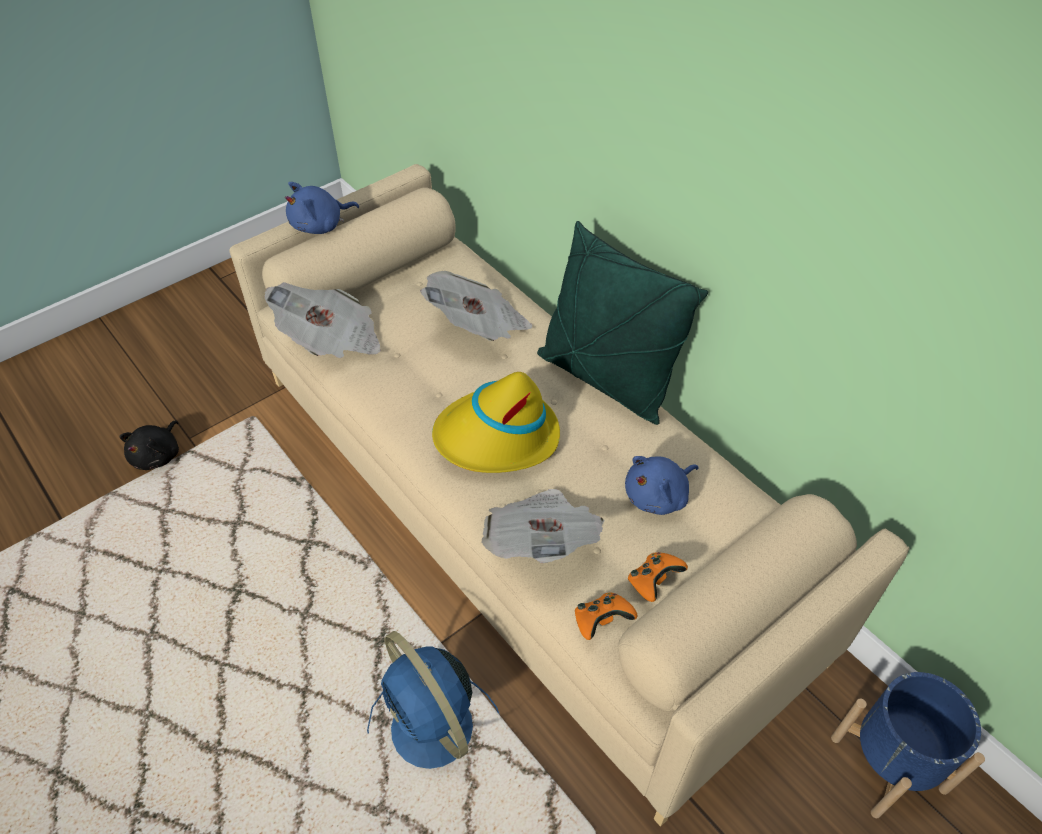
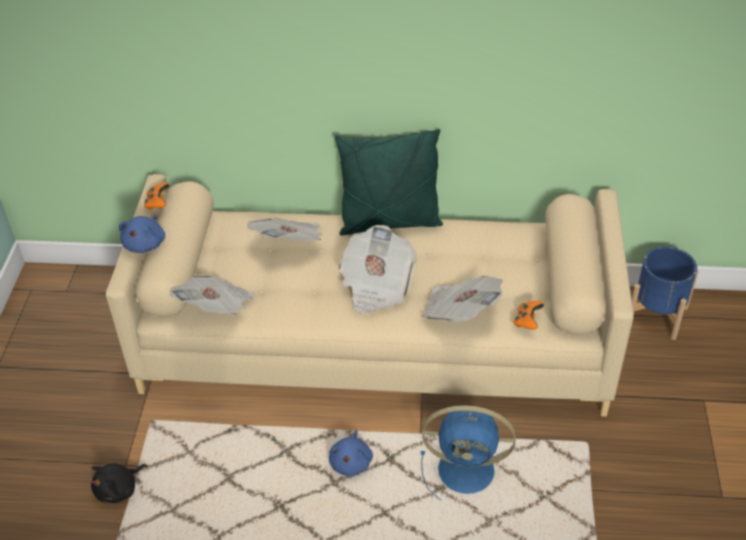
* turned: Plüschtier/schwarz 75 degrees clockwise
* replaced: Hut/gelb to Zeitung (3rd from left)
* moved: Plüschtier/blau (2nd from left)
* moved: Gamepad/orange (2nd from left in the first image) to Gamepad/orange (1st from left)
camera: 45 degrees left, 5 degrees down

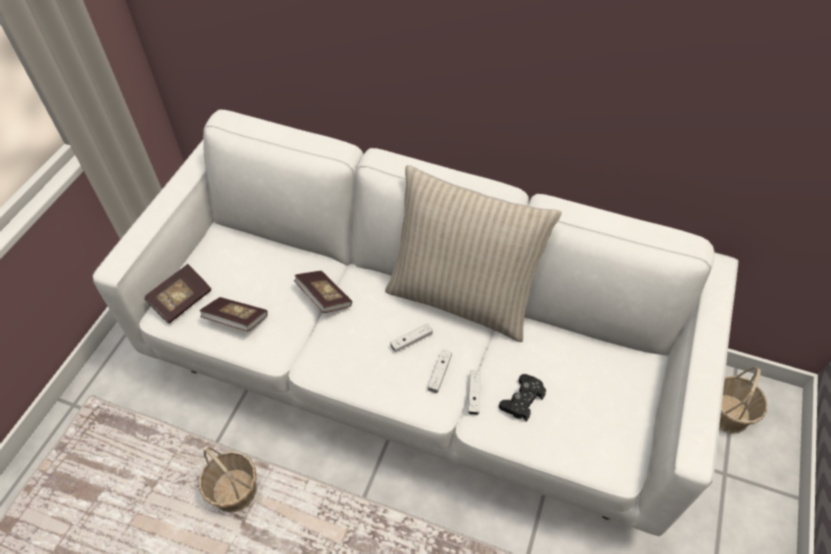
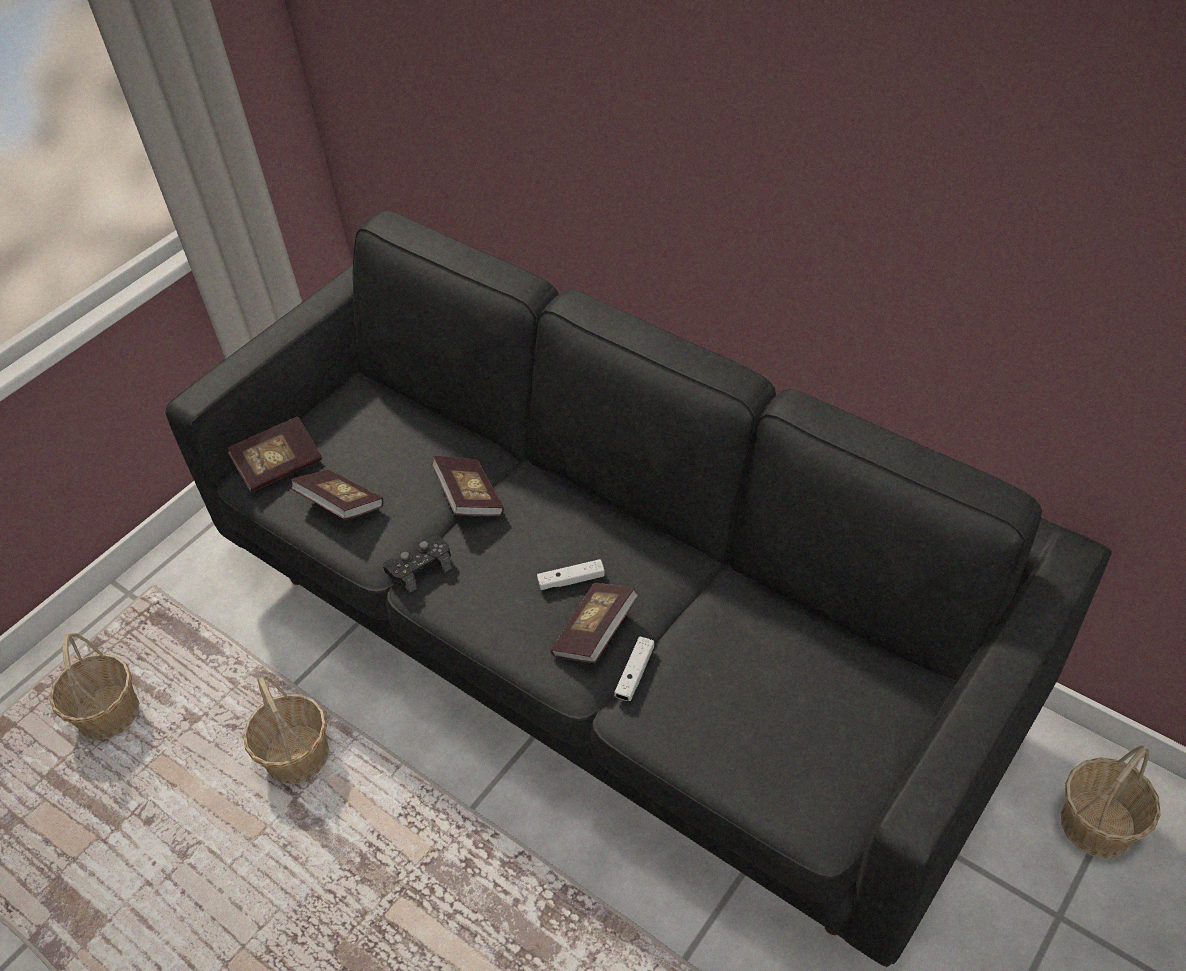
* recoloured: Sofa/weiß to Sofa/schwarz
* removed: Kissen/beige
* replaced: Gamepad/weiß (2nd from left) to Buch (4th from left)
* moved: Gamepad/schwarz
* added: Korb (1st from left)
camera: 20 degrees right, 5 degrees down

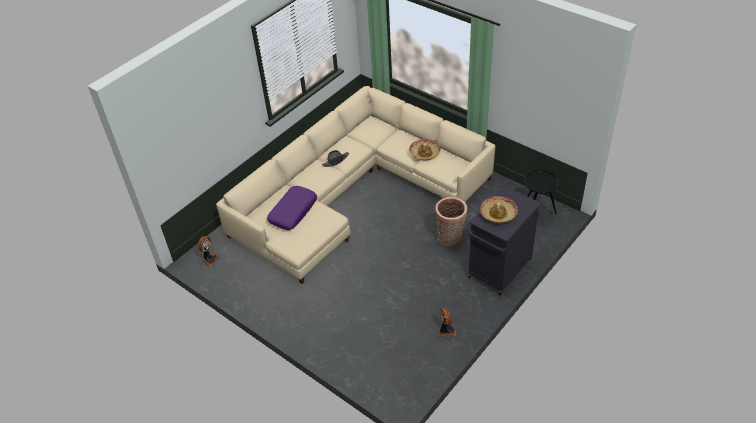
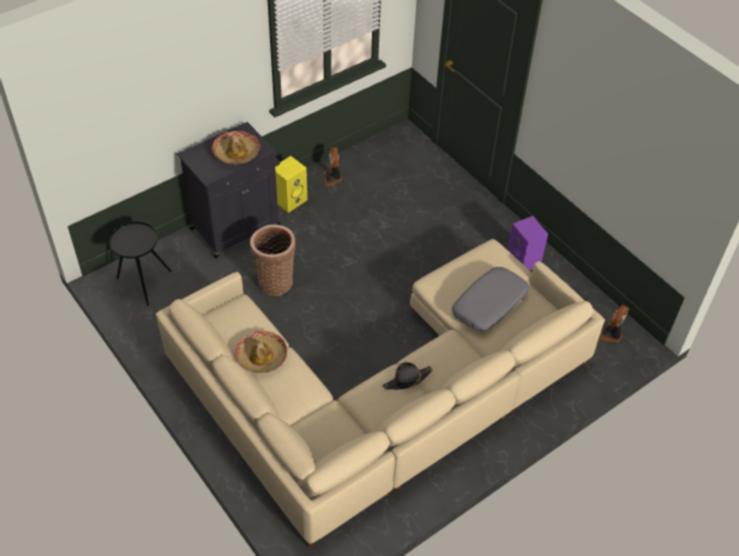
* recoloured: Kissen/lila to Kissen/grau
* added: Lautsprecher/gelb
* added: Lautsprecher/lila
camera: 170 degrees left, 5 degrees up

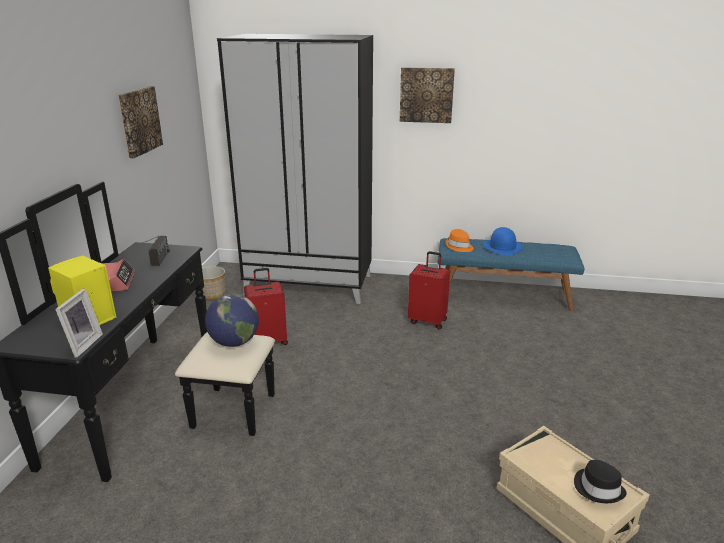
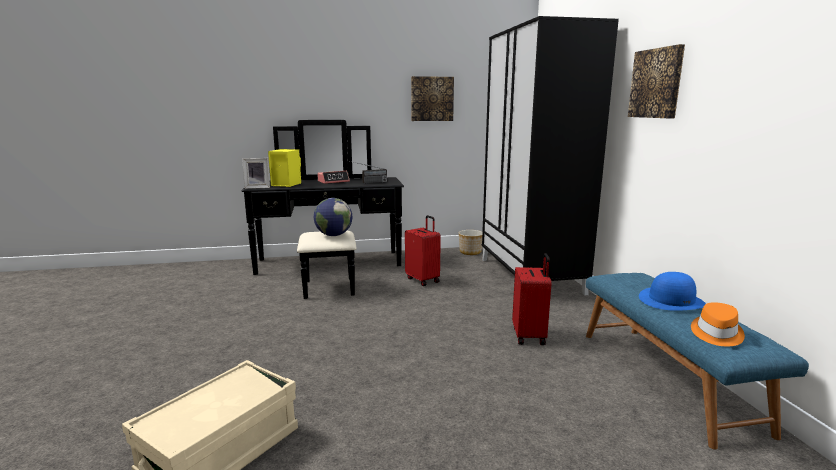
* moved: Hut/orange
* removed: Hut/schwarz
camera: 70 degrees right, 10 degrees down

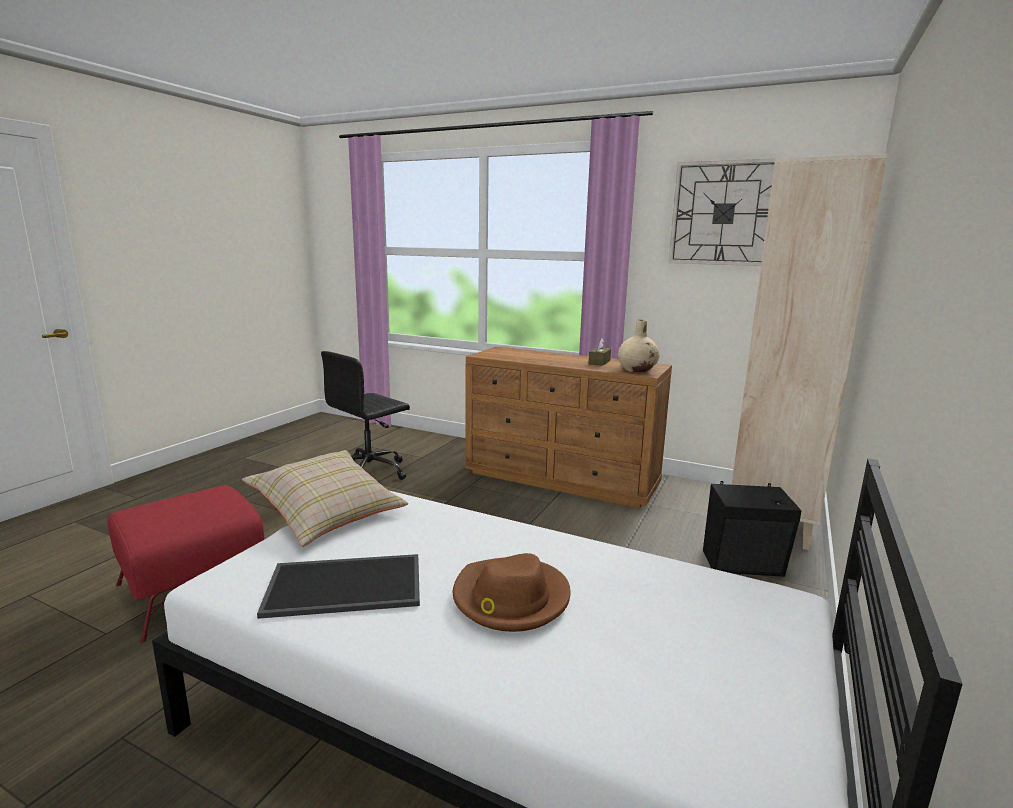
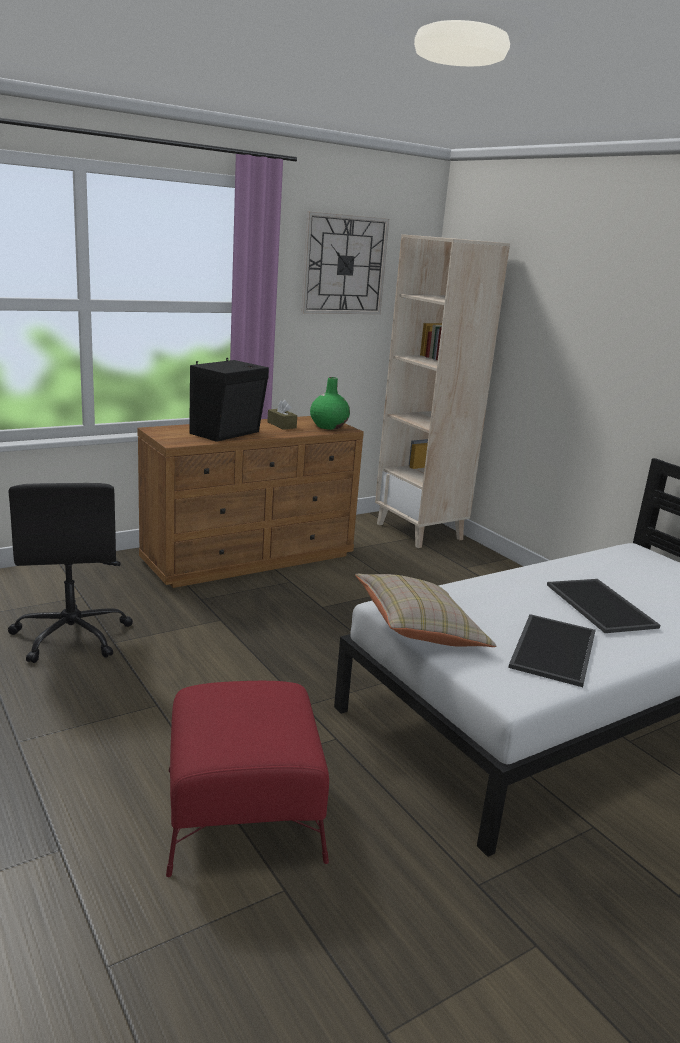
* replaced: Hut/braun to Tablett (2nd from left)
* recoloured: Vase/beige to Vase/grün
* moved: Lautsprecher/schwarz
camera: 60 degrees left, 5 degrees up

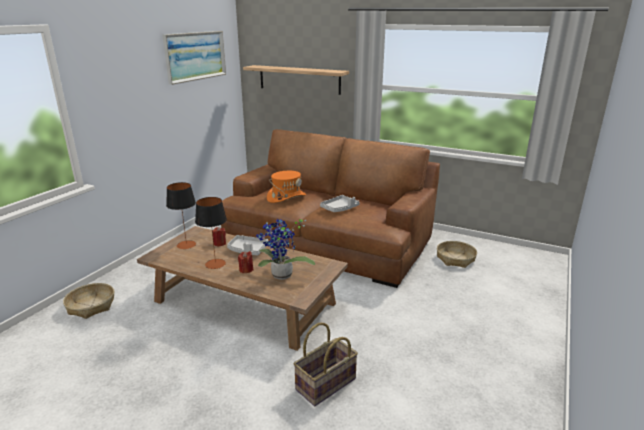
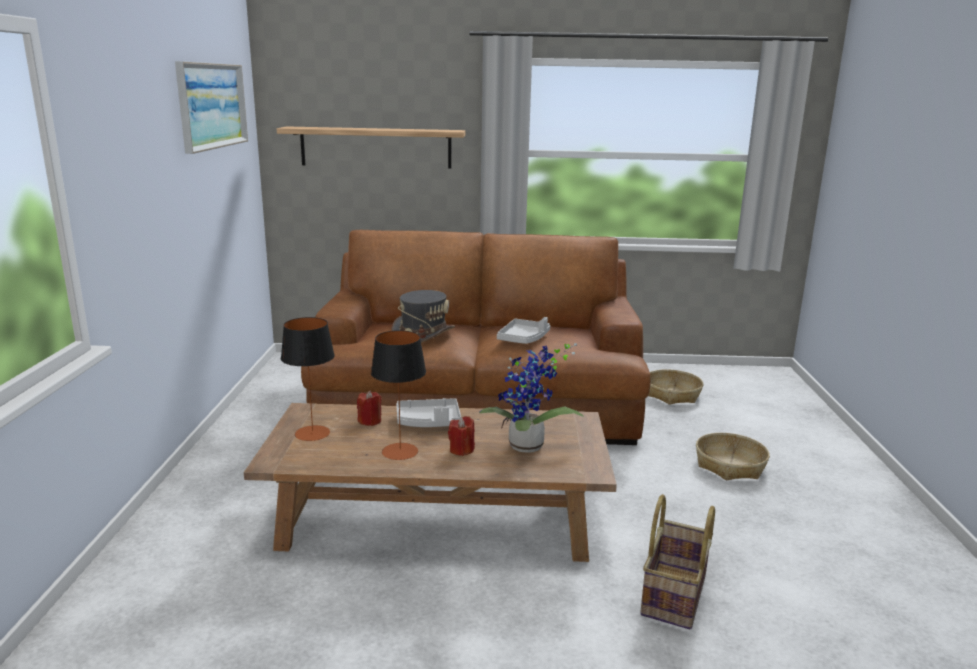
* moved: Korb (1st from left in the first image) to Korb (3rd from left)
* recoloured: Hut/orange to Hut/grau
camera: 25 degrees left, 5 degrees down

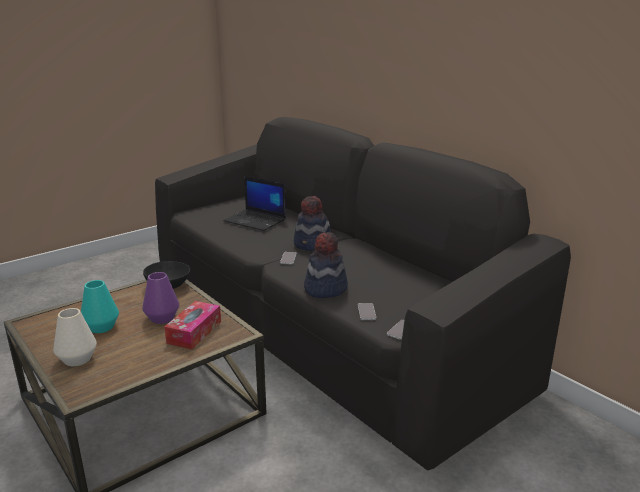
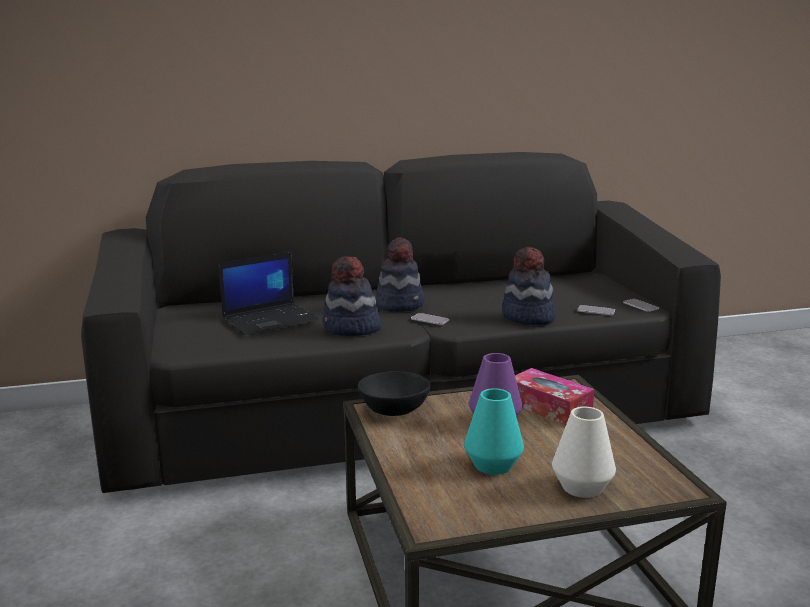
* added: Hut (1st from left)
camera: 65 degrees left, 5 degrees down

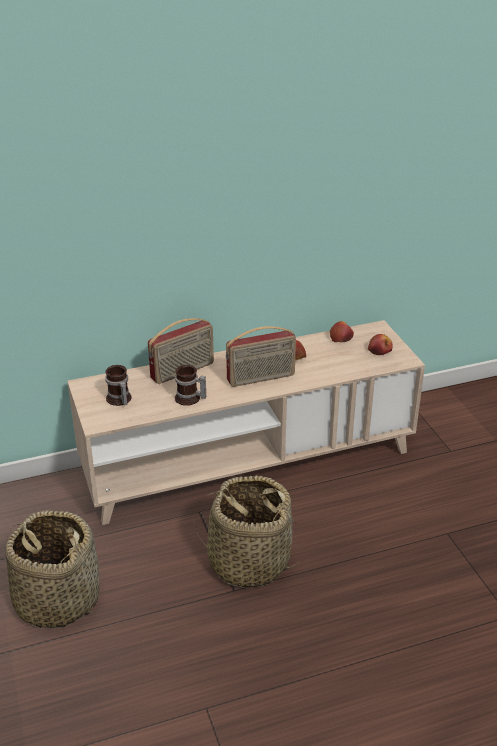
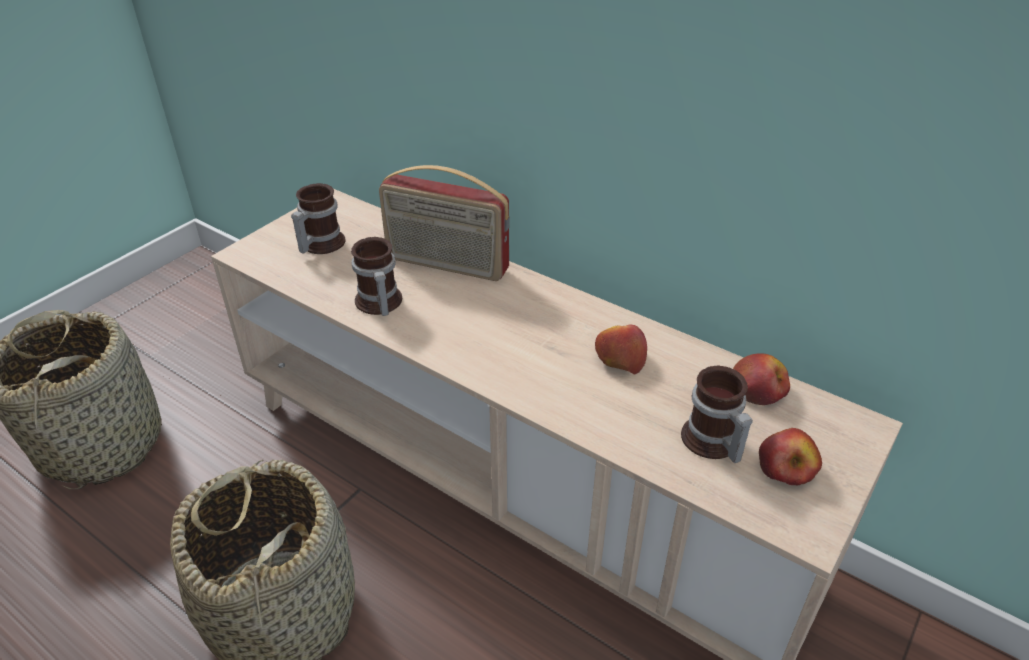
* removed: Radio (2nd from left)
* added: Henkelbecher (3rd from left)
camera: 55 degrees right, 5 degrees up

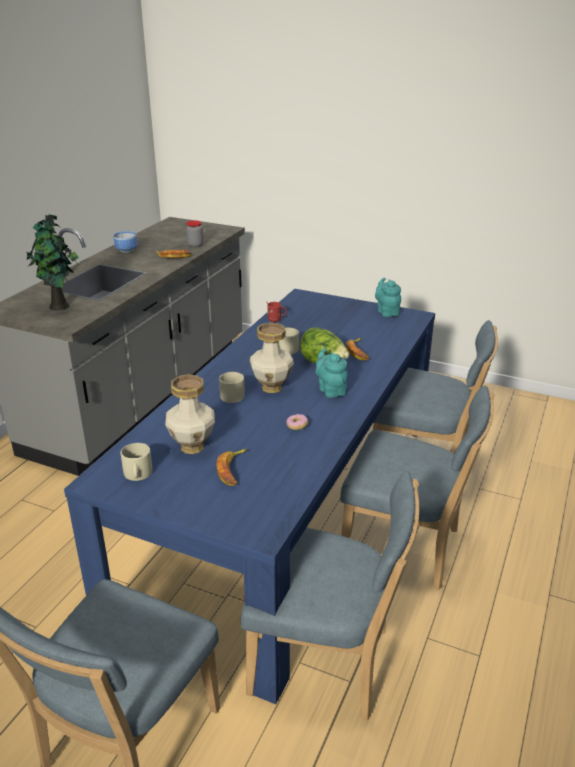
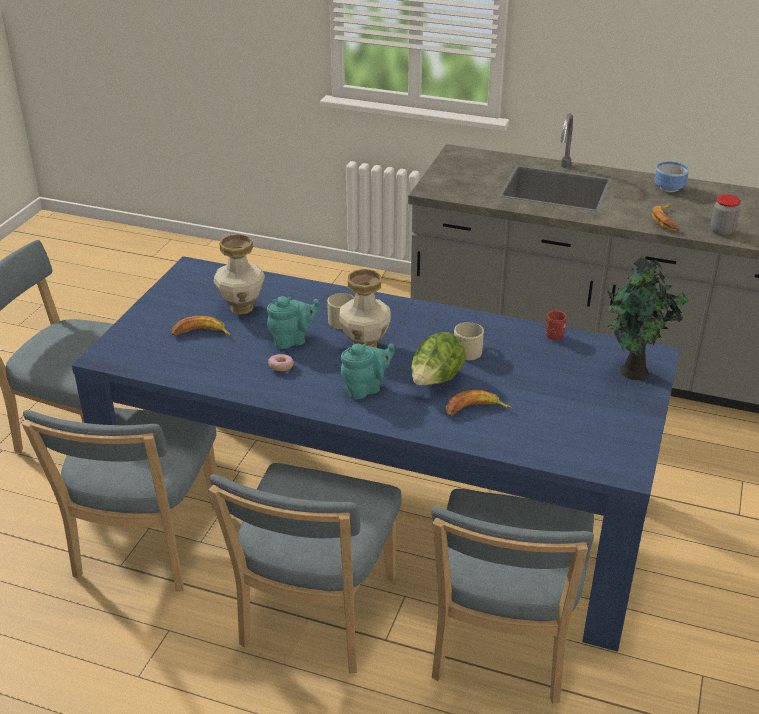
* moved: Topfpflanze
* removed: Henkelbecher/beige (1st from left)
* moved: Teekanne/türkis (2nd from left in the first image) to Teekanne/türkis (1st from left)
camera: 85 degrees right, 5 degrees up

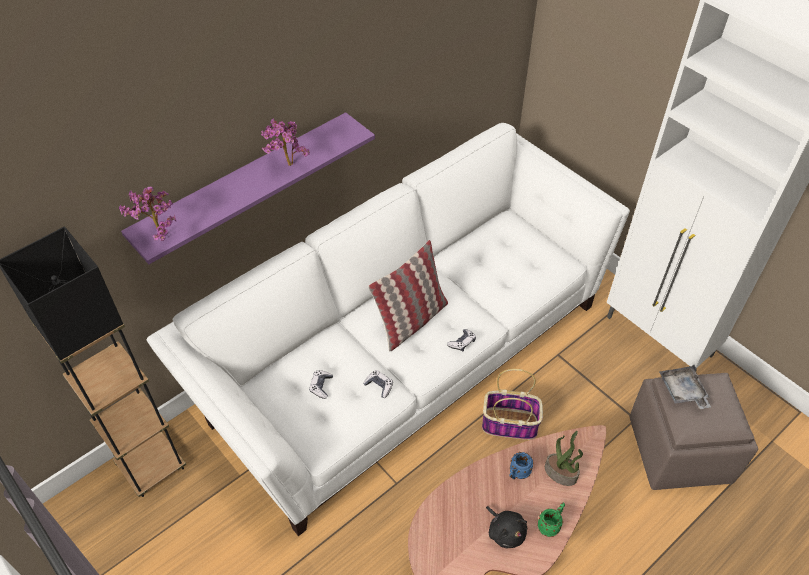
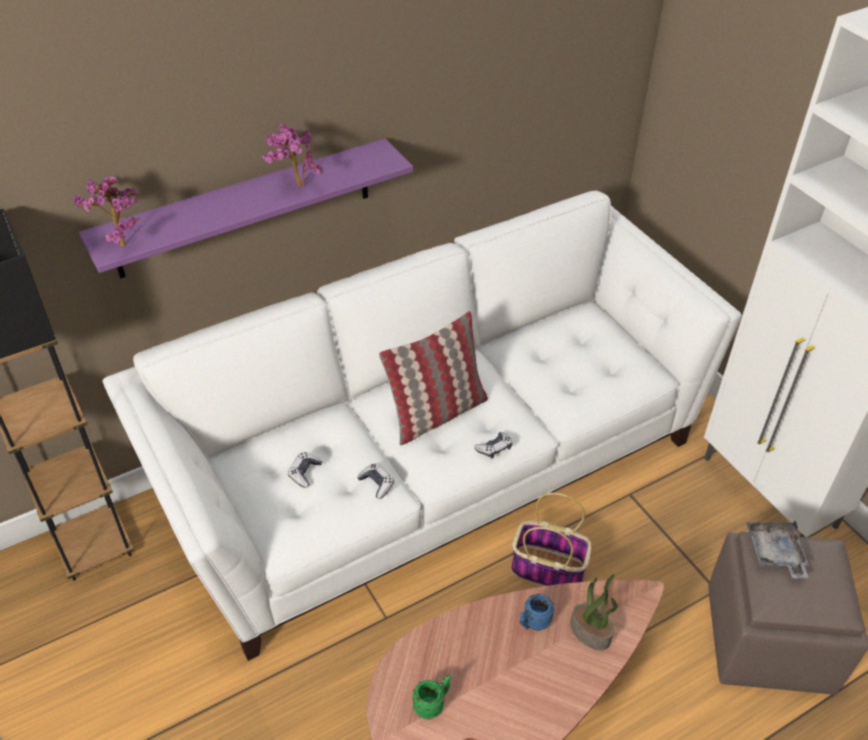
* removed: Plüschtier/schwarz
* moved: Henkelbecher/grün
camera: 10 degrees right, 5 degrees down

